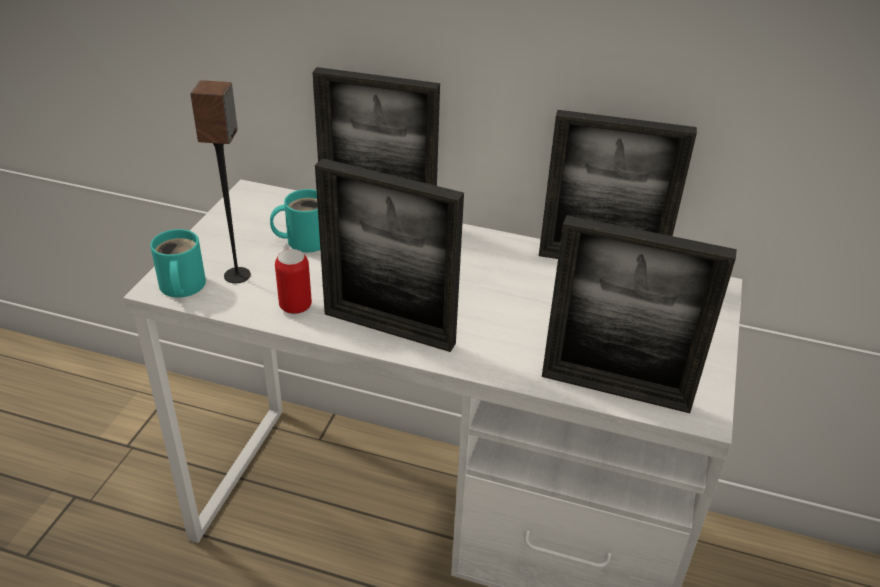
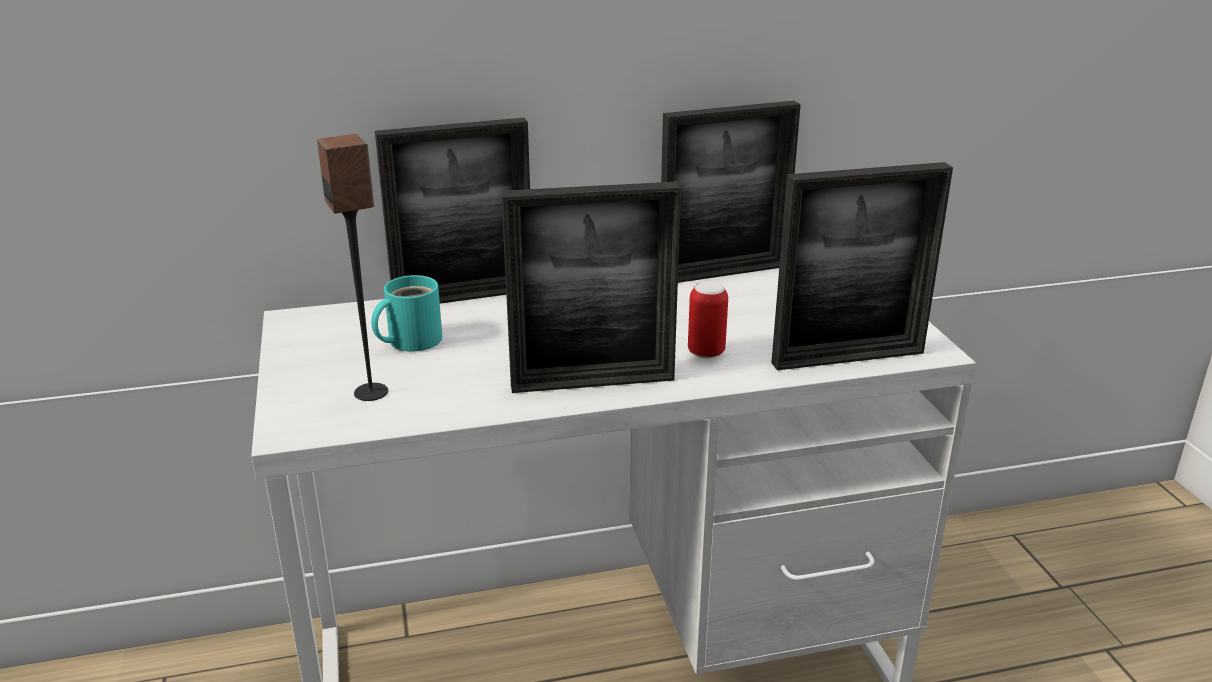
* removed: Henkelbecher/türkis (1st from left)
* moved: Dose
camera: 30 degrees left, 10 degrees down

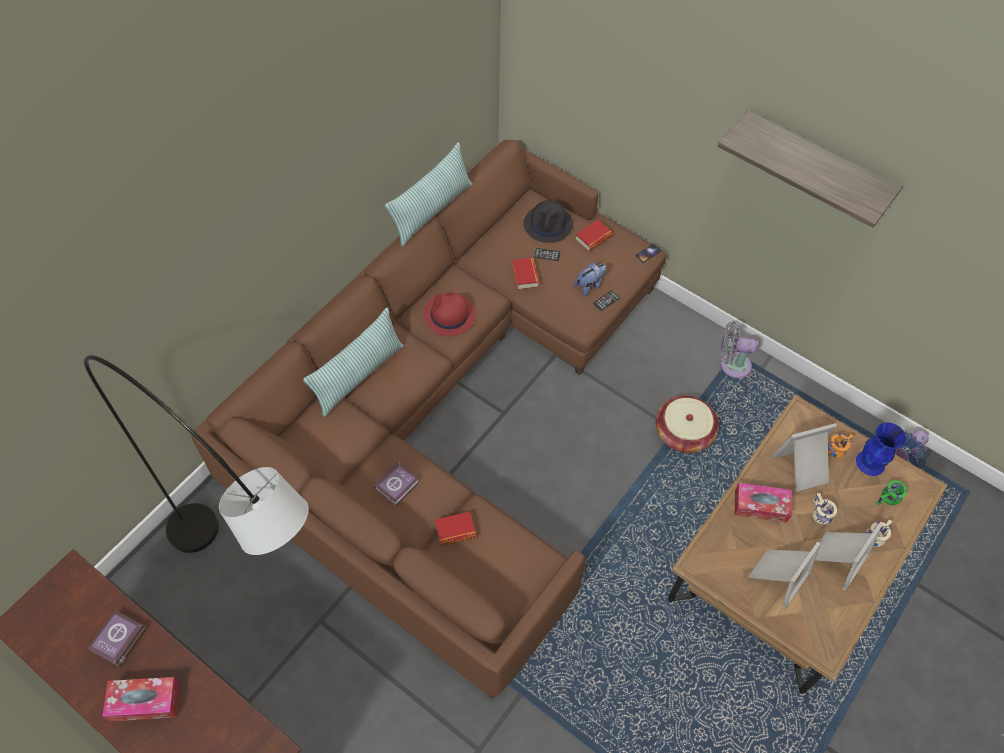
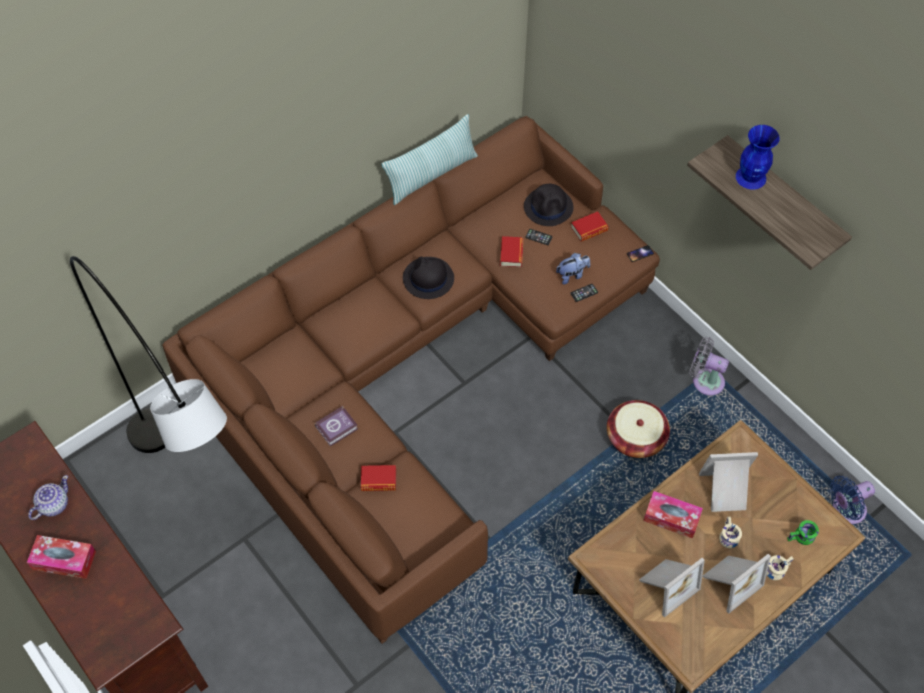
* replaced: Buch (1st from left) to Teekanne
* removed: Kissen (1st from left)
* recoloured: Hut/rot to Hut/schwarz (1st from left)
* removed: Henkelbecher/orange
* moved: Vase/blau
camera: 15 degrees right, 0 degrees up

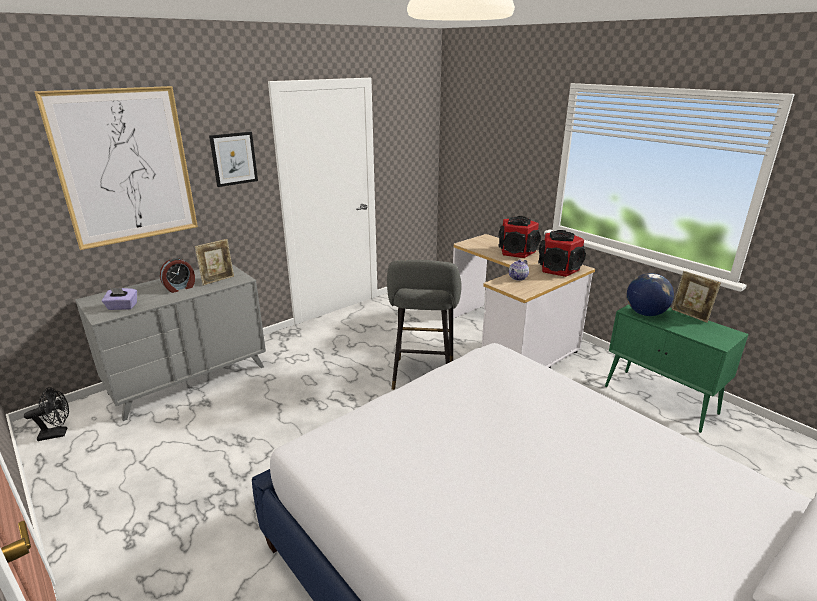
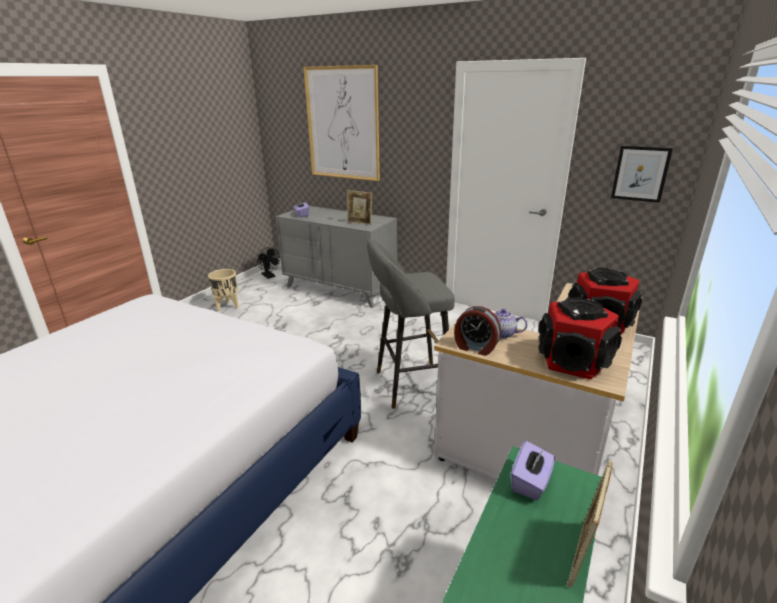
* moved: Wecker
* moved: Bild (2nd from left)
* replaced: Globus to Taschentuchbox/lila (2nd from left)
* added: Pflanzkübel/beige
camera: 70 degrees right, 0 degrees up

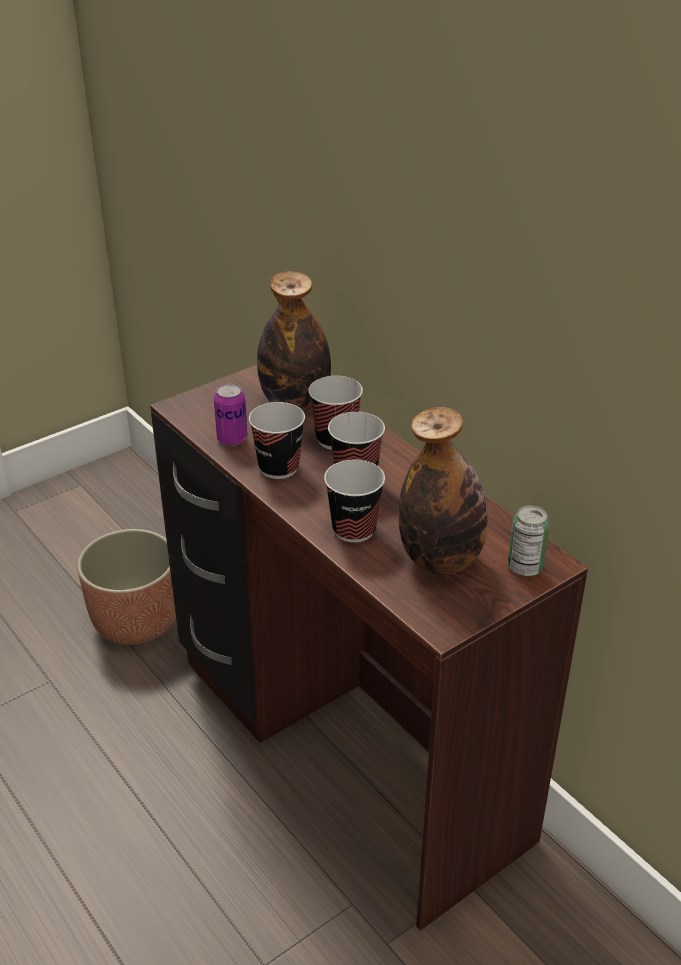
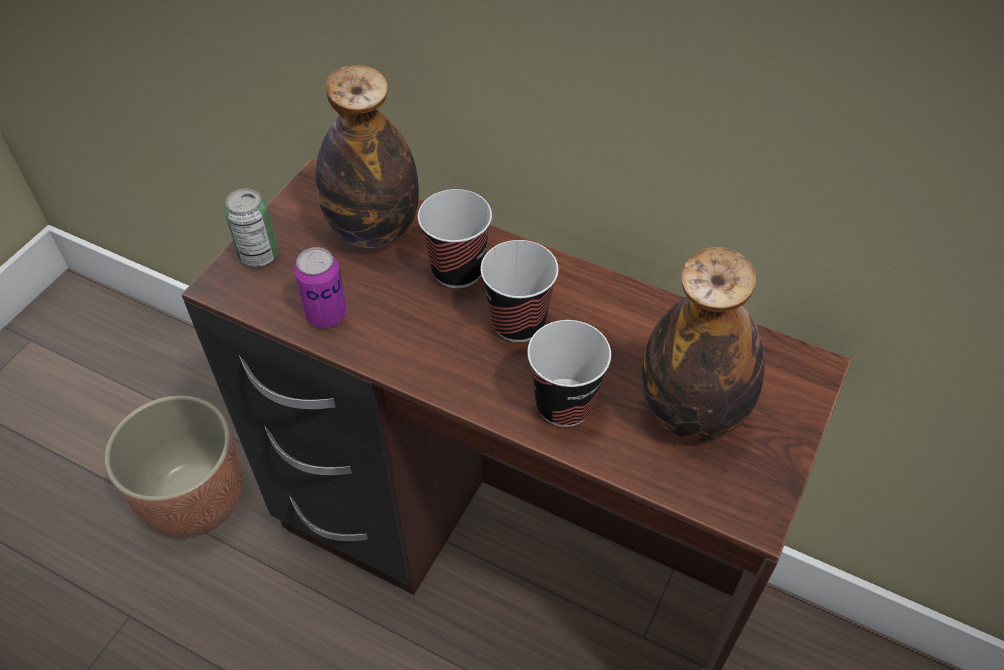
* removed: Tasse (1st from left)
* moved: Dose (2nd from left in the first image) to Dose (1st from left)
camera: 25 degrees left, 15 degrees up

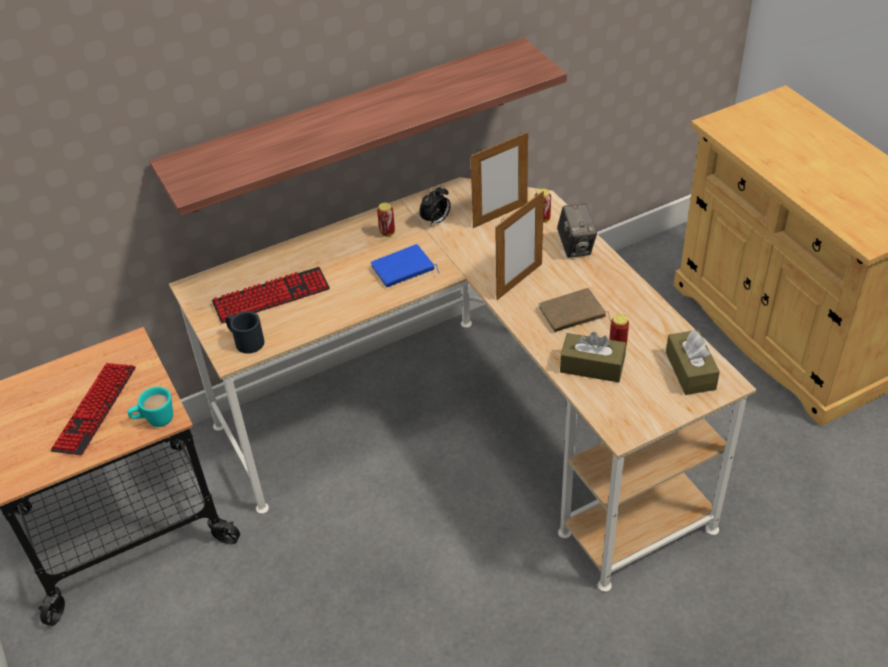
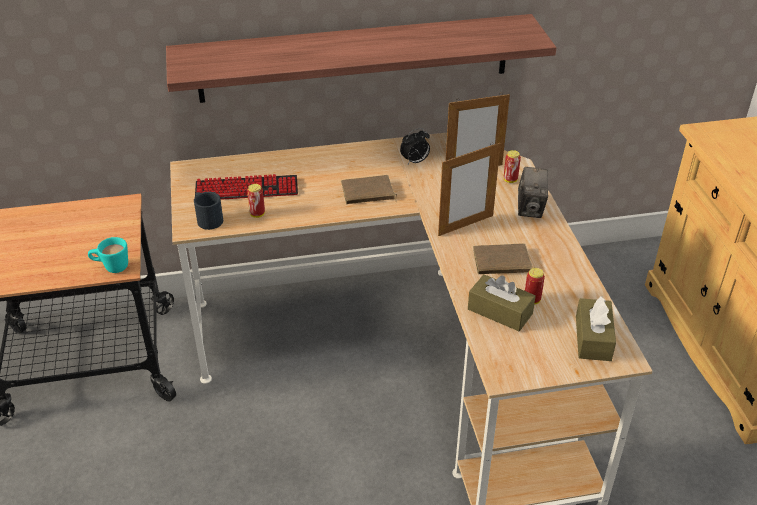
* removed: Tastatur (1st from left)
* recoloured: Buch/blau to Buch/braun (1st from left)
* moved: Dose (1st from left)
camera: 15 degrees right, 5 degrees down

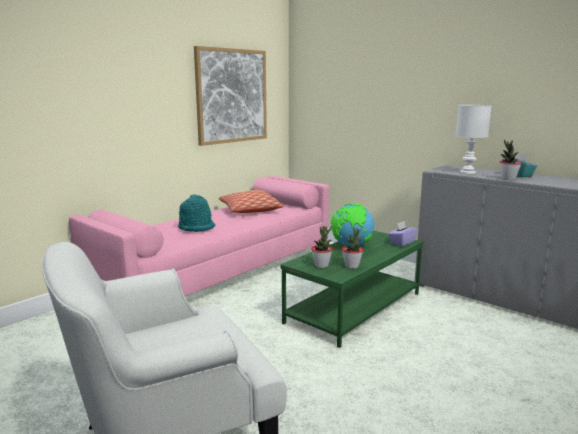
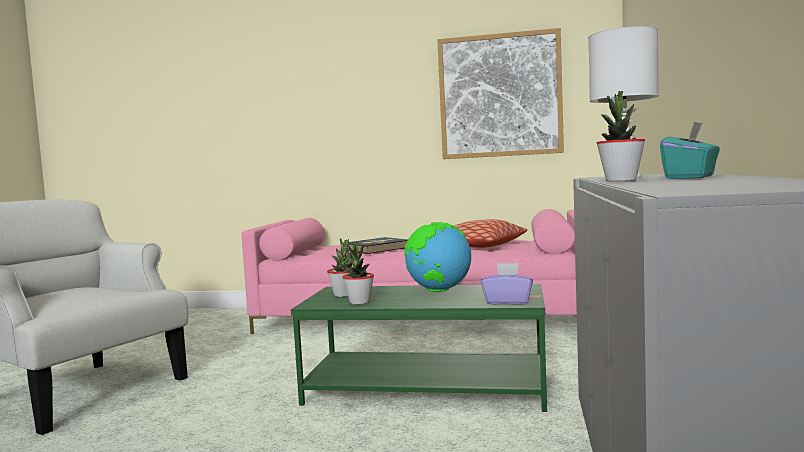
* replaced: Hut/türkis to Buch
camera: 60 degrees right, 10 degrees down

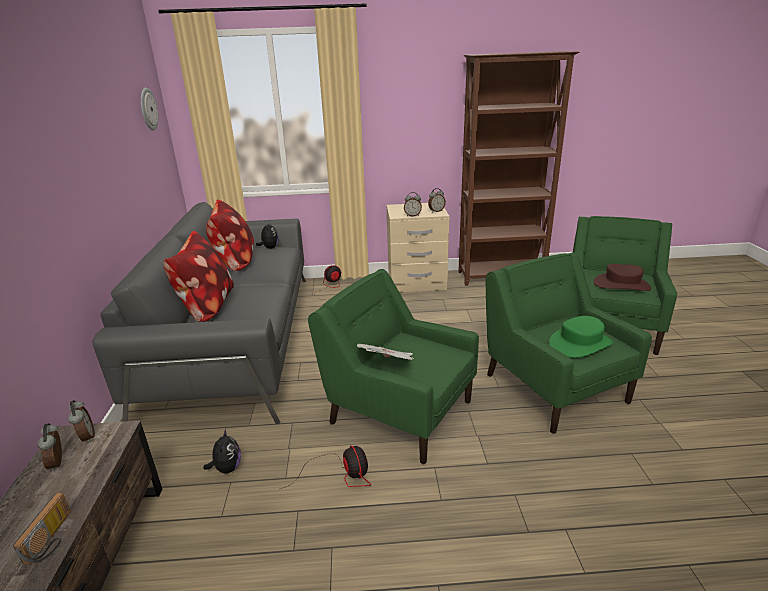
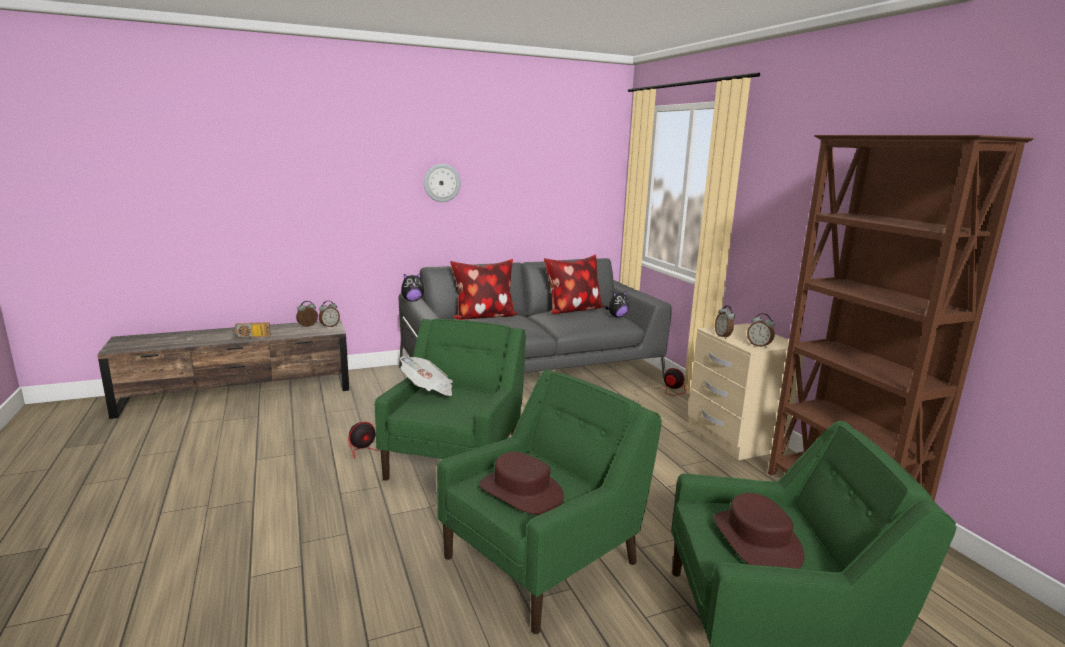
* moved: Wanduhr
* moved: Plüschtier (1st from left)
* recoloured: Hut/grün to Hut/braun (1st from left)
camera: 70 degrees right, 10 degrees down

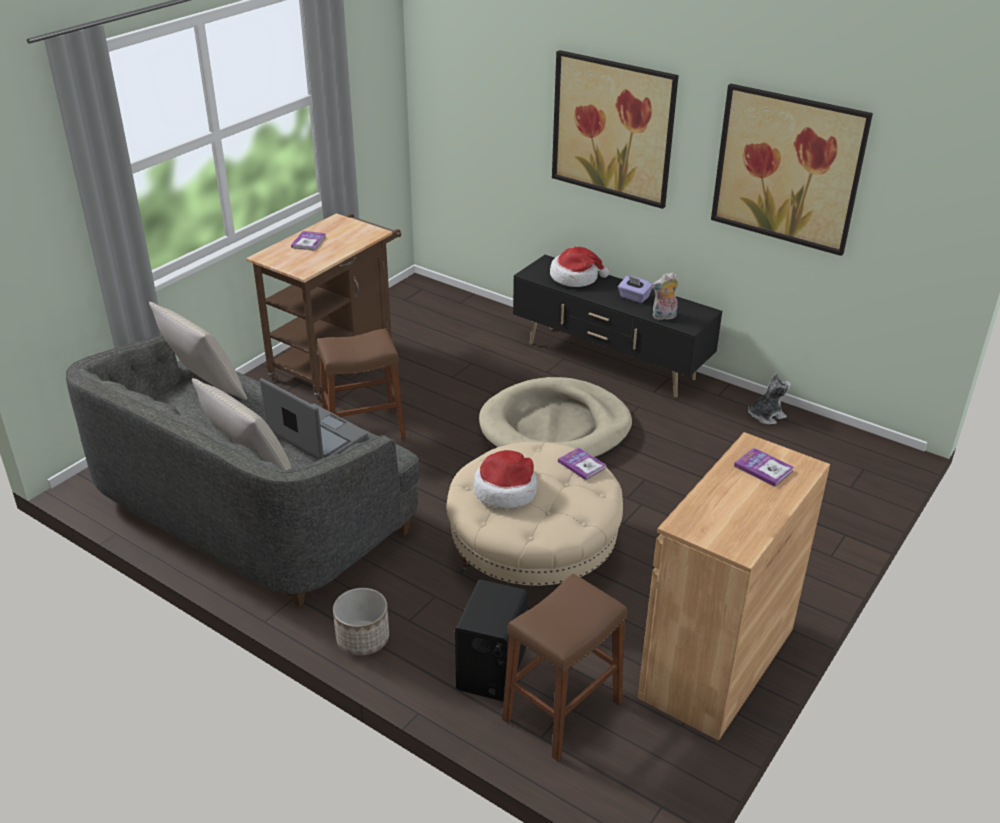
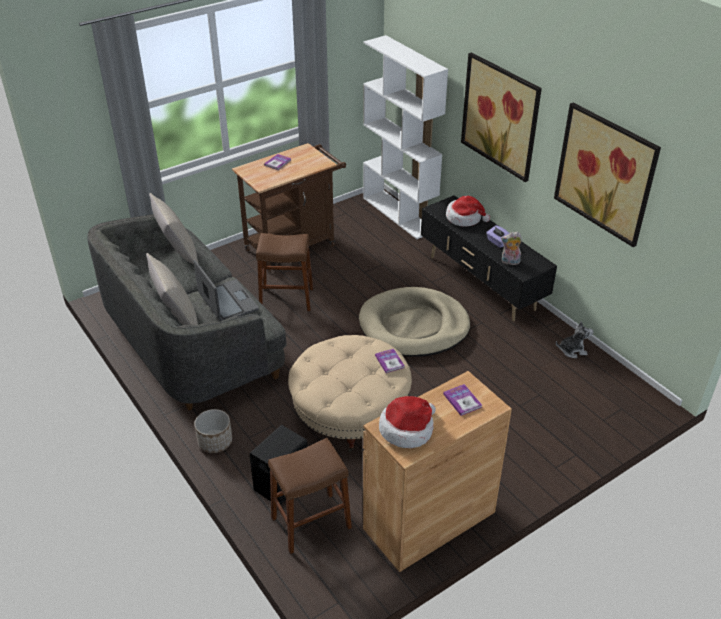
* moved: Hut (1st from left)
* added: Bücherregal/weiß
camera: 20 degrees right, 5 degrees up

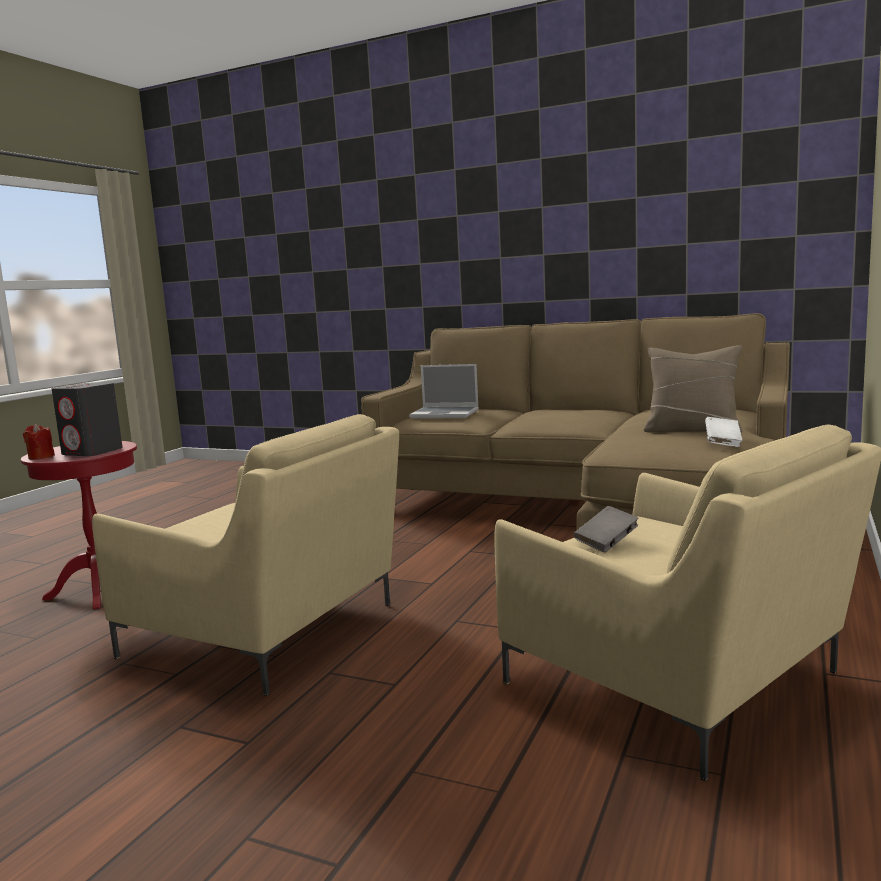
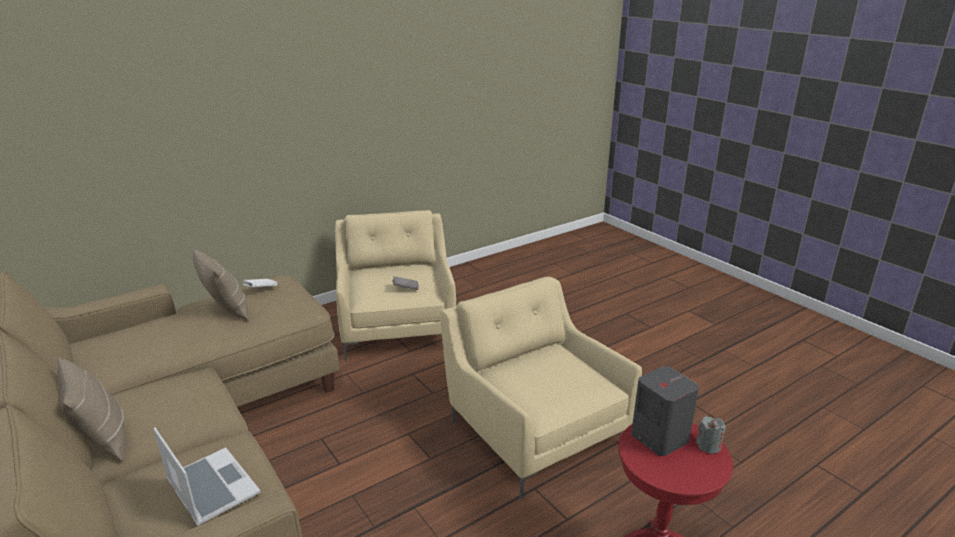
* recoloured: Kerze/rot to Kerze/grau
* added: Kissen/beige (1st from left)
camera: 150 degrees left, 15 degrees up

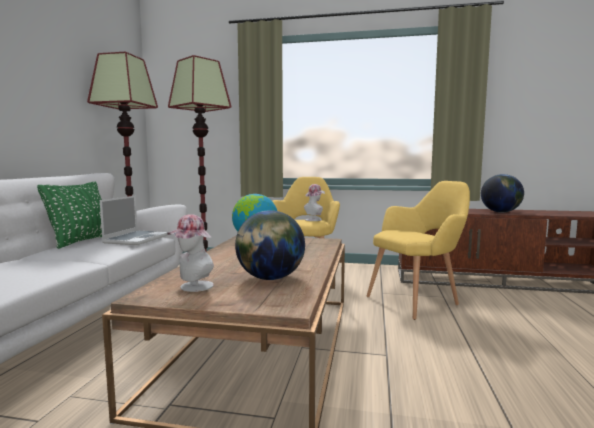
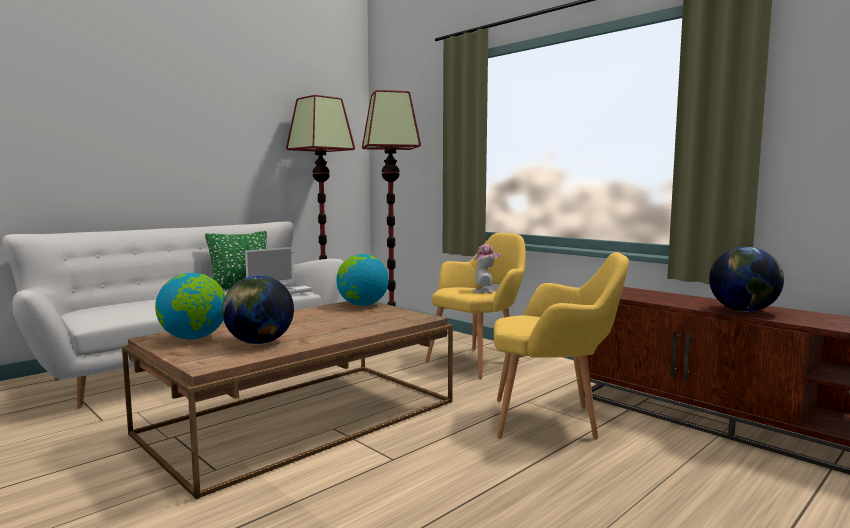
* replaced: Hut (1st from left) to Globus (1st from left)
camera: 35 degrees right, 0 degrees up

